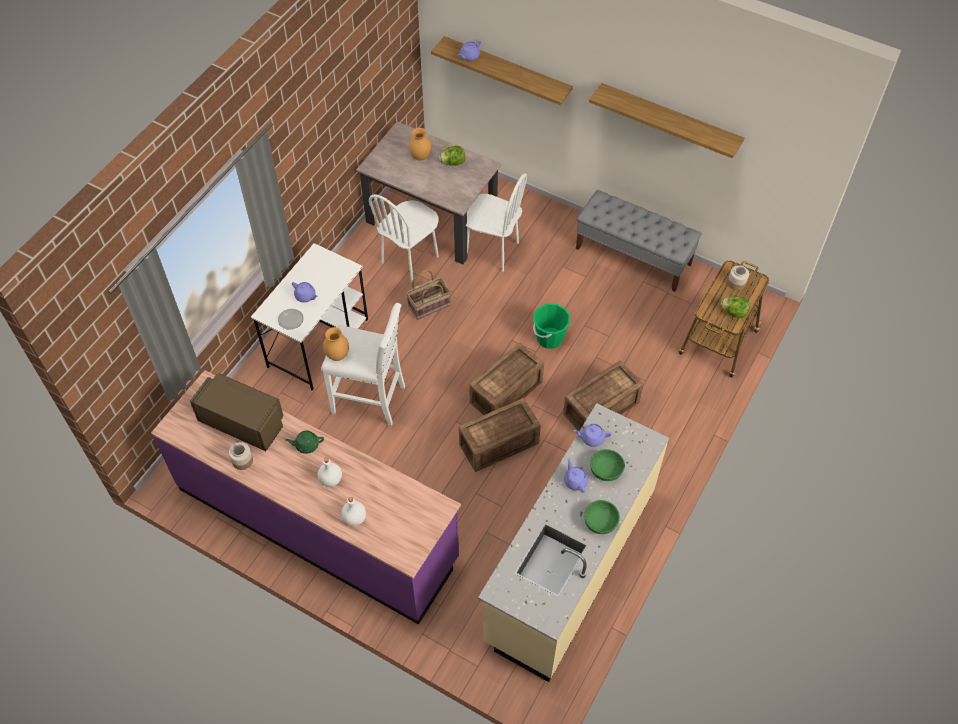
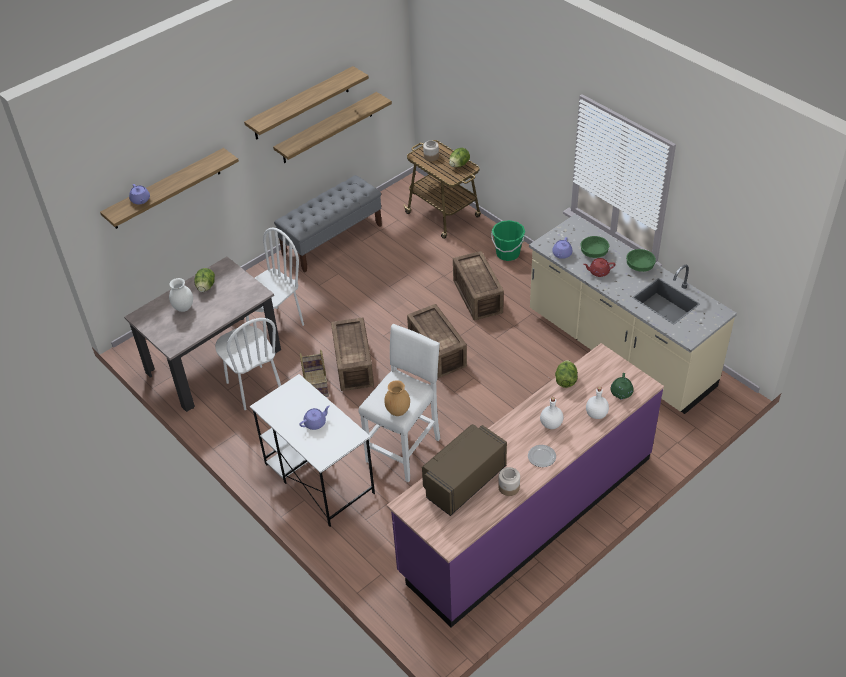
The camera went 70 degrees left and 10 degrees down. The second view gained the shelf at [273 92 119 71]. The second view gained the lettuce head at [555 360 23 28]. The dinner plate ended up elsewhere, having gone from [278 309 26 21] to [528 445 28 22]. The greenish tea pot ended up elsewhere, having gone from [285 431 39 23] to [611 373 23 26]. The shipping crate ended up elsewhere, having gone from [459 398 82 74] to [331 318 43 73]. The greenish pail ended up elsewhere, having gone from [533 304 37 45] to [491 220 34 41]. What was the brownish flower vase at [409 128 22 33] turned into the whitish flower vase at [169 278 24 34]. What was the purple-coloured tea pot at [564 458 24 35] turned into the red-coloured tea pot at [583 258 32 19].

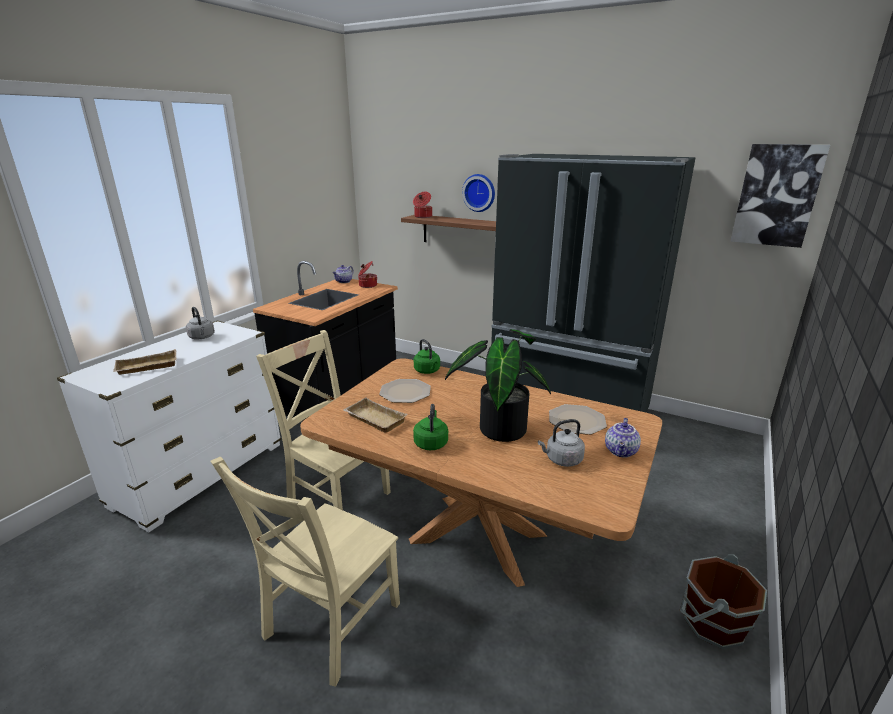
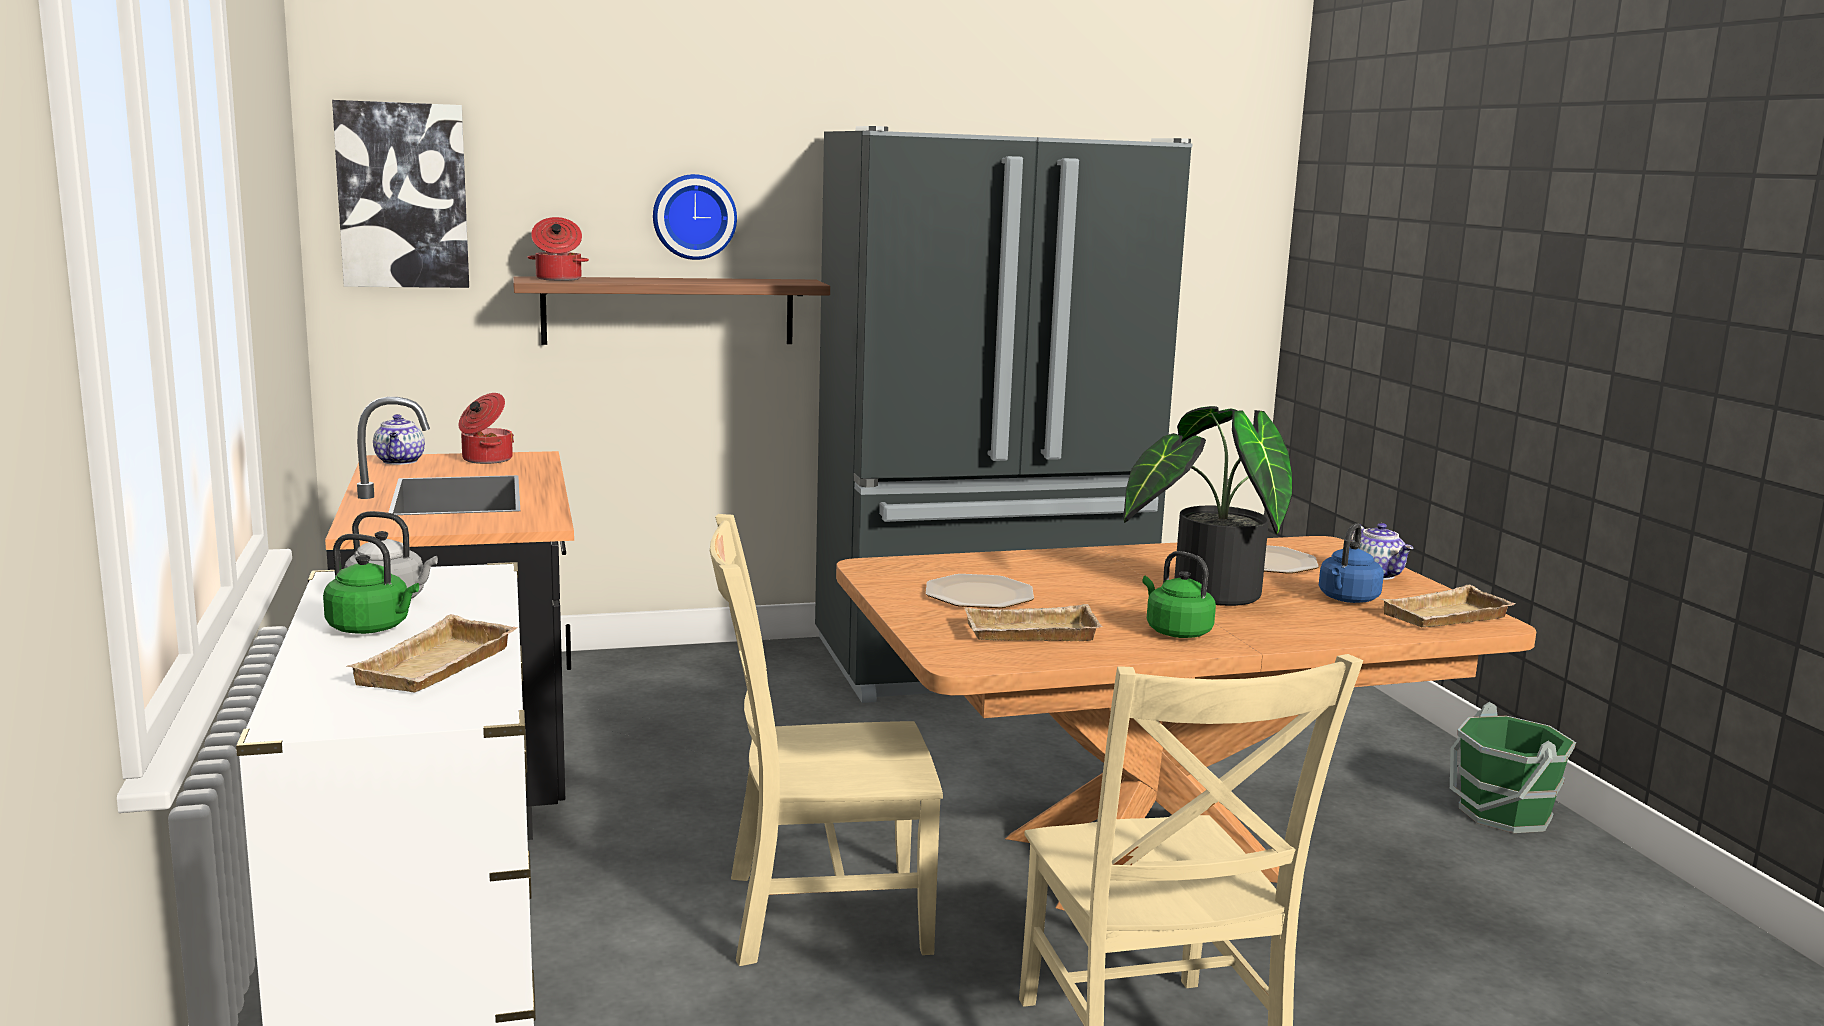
The camera went 45 degrees left and 10 degrees down. The second view gained the beige serving tray at [1381 585 135 42]. The greenish tea kettle ended up elsewhere, having gone from [414 339 26 35] to [323 534 96 100]. The picture ended up elsewhere, having gone from [730 144 100 104] to [332 100 137 188]. What was the grey tea kettle at [538 419 47 48] turned into the blue-coloured tea kettle at [1319 523 65 80]. What was the brownish pail at [679 554 88 95] turned into the greenish pail at [1450 702 126 131].

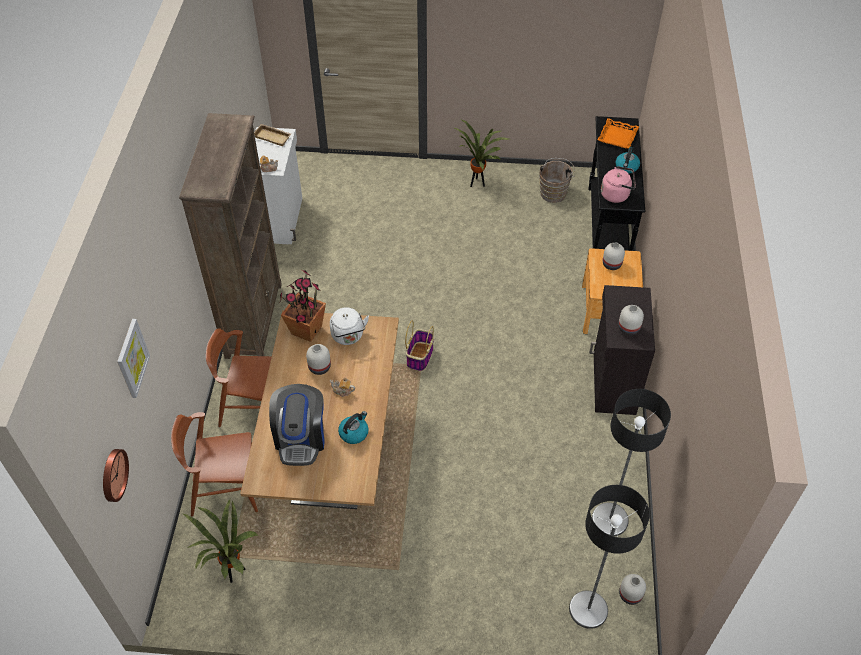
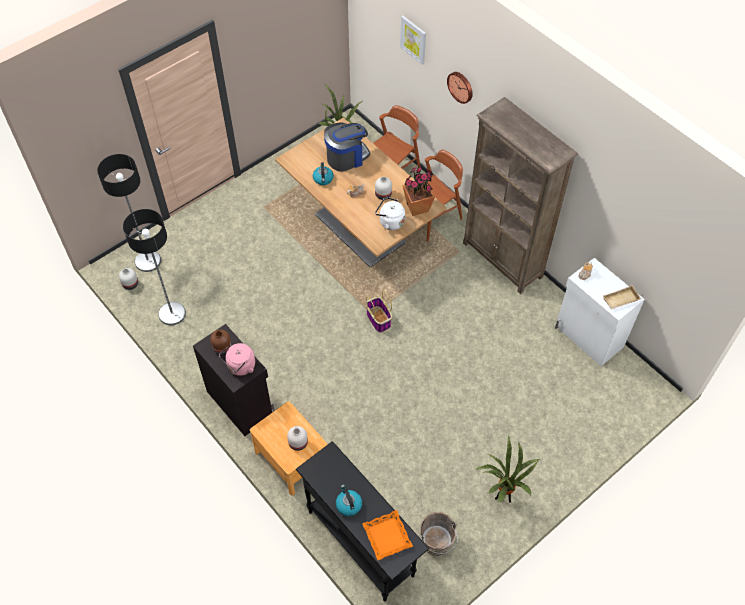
The camera went 135 degrees right and 5 degrees up. The clock on the wall ended up elsewhere, having gone from [103 449 26 53] to [447 72 26 32]. The pinkish tea kettle ended up elsewhere, having gone from [601 166 35 37] to [219 343 36 33]. What was the whitish flower vase at [618 305 26 30] turned into the brownish flower vase at [210 330 21 25]. The coffee machine at [269 384 56 82] ended up facing another way, 105 degrees clockwise from before.

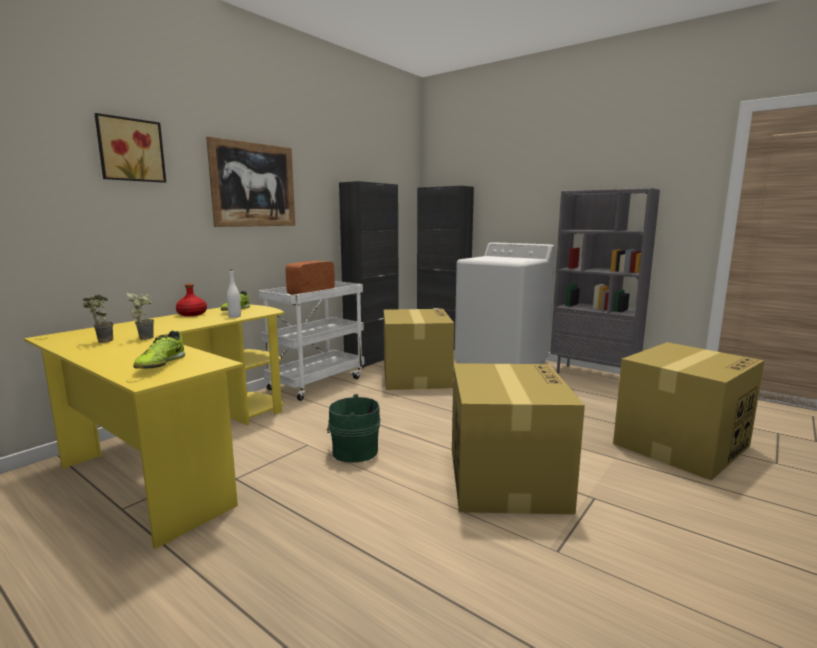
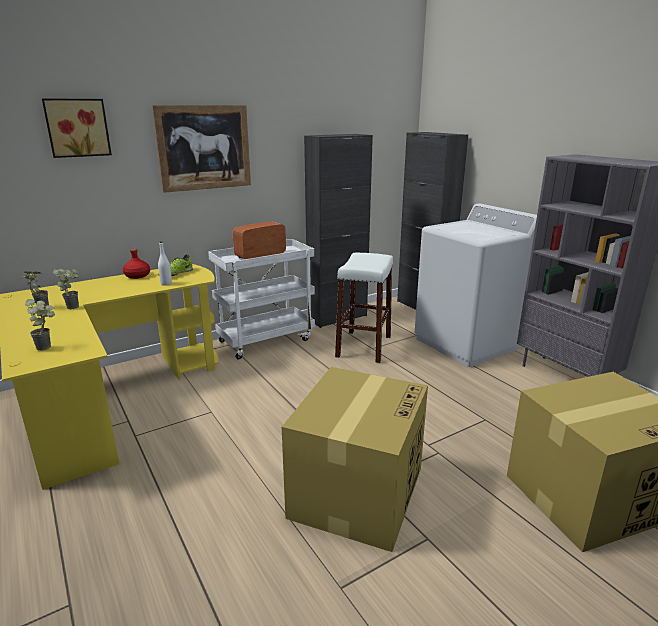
The camera went 20 degrees right and 10 degrees up. The second view lost the greenish pail at [327 394 54 69]. Where the item of footwear stood at [133 331 52 38], the plant in a pot came to stand at [25 299 30 52]. Where the cardboard box stood at [384 309 70 81], the whitish stool seat came to stand at [335 253 58 110].

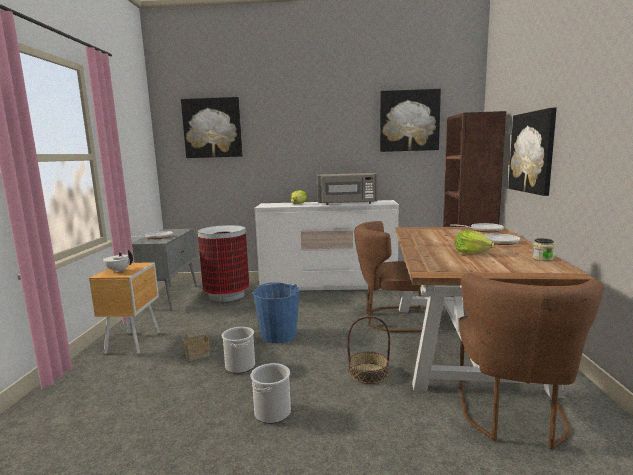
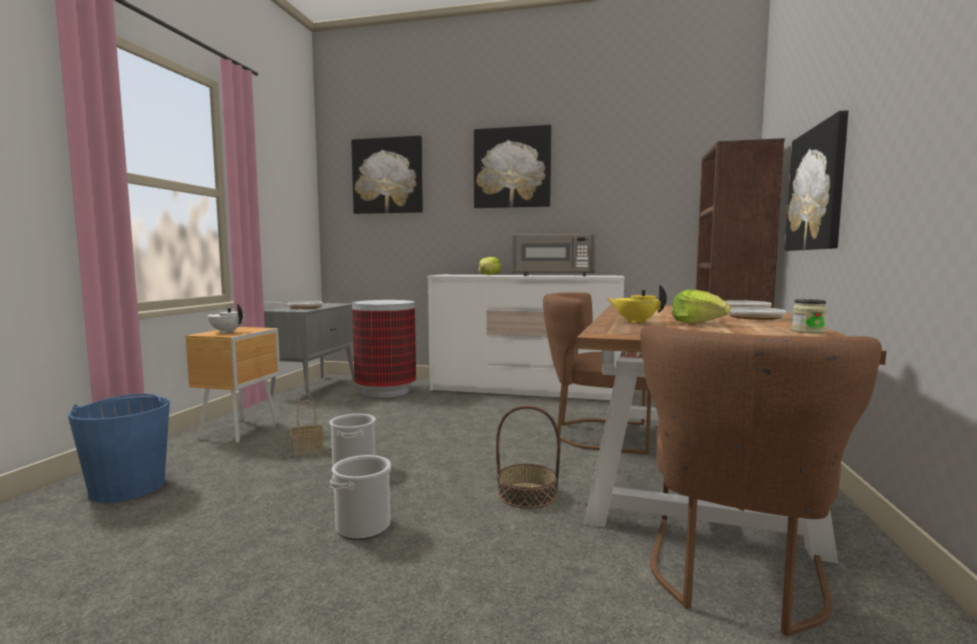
The camera went 10 degrees right and 5 degrees down. The second view gained the yellow tea pot at [607 285 60 38]. The blue-coloured pail ended up elsewhere, having gone from [253 282 47 61] to [68 394 102 109]. The picture ended up elsewhere, having gone from [380 89 61 63] to [474 125 78 83].

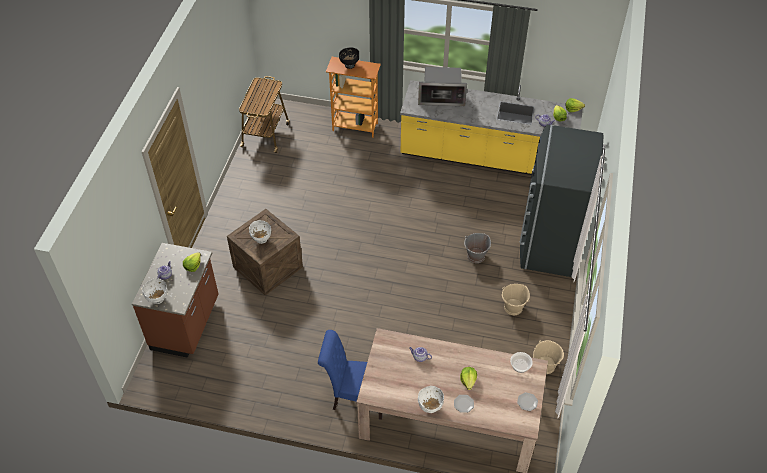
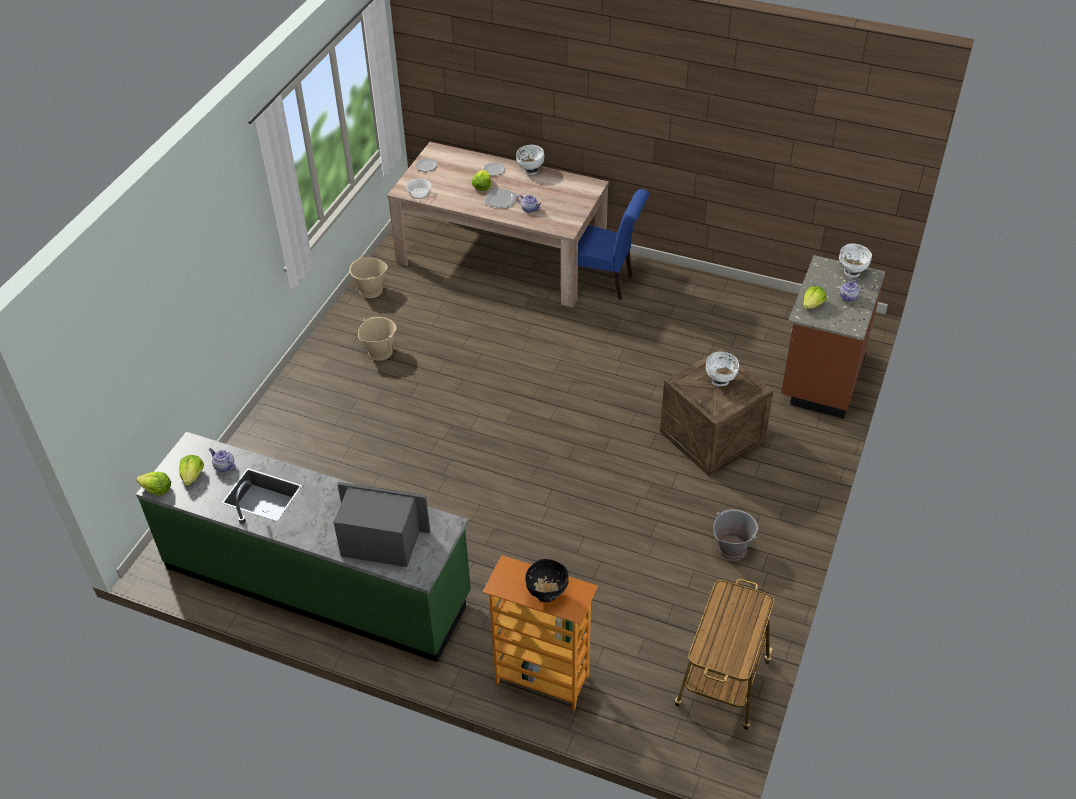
The camera went 170 degrees left and 5 degrees down. The second view lost the grey fridge at [520 124 83 153]. The second view gained the dinner plate at [485 189 32 19]. The grey pail ended up elsewhere, having gone from [464 233 27 30] to [713 509 45 52]. What was the yellow kitchen counter at [400 80 183 95] turned into the greenish kitchen counter at [136 432 335 230].

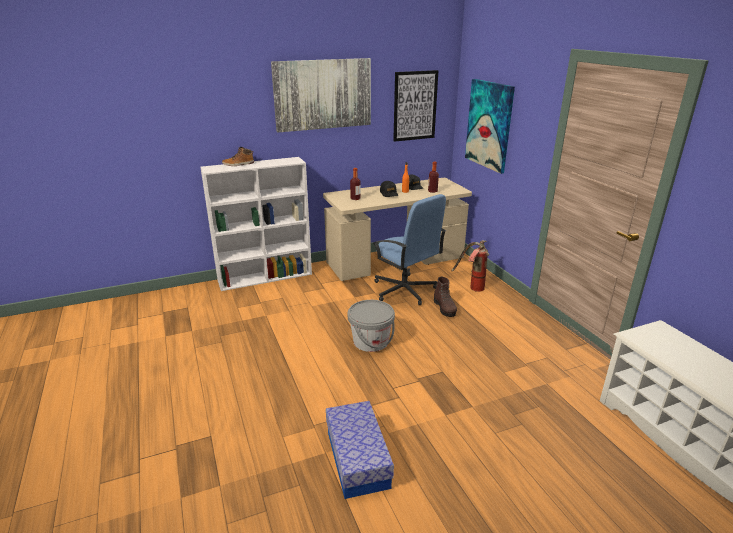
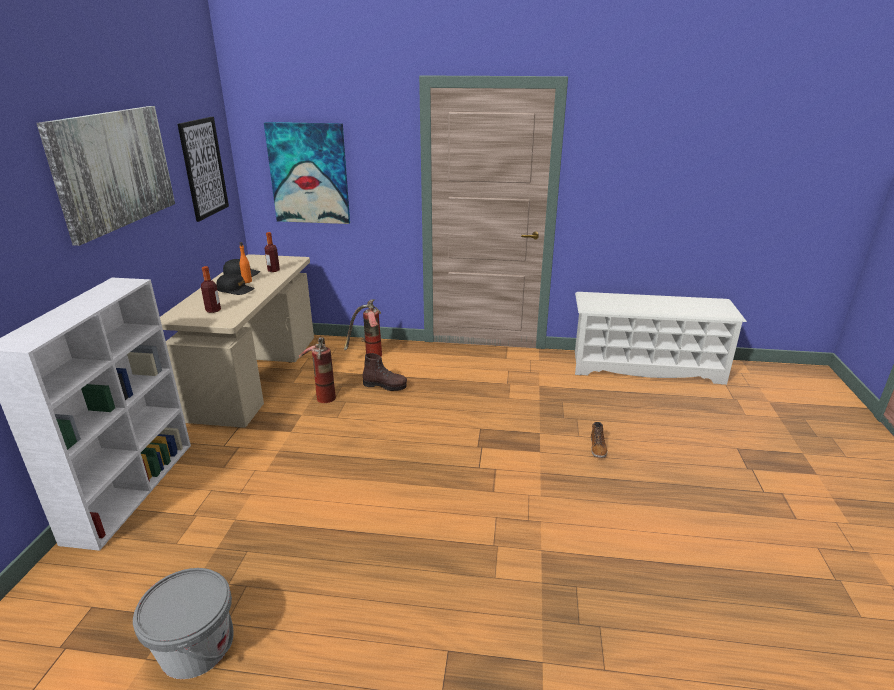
The camera went 60 degrees left and 0 degrees up. The second view lost the storage bin at [326 401 68 98]. The boot ended up elsewhere, having gone from [222 147 32 19] to [591 422 17 36]. The grey pail ended up elsewhere, having gone from [347 300 48 52] to [133 568 100 111]. Where the blue-coloured desk chair stood at [373 194 73 111], the fire-fighting cylinder came to stand at [298 337 38 66].

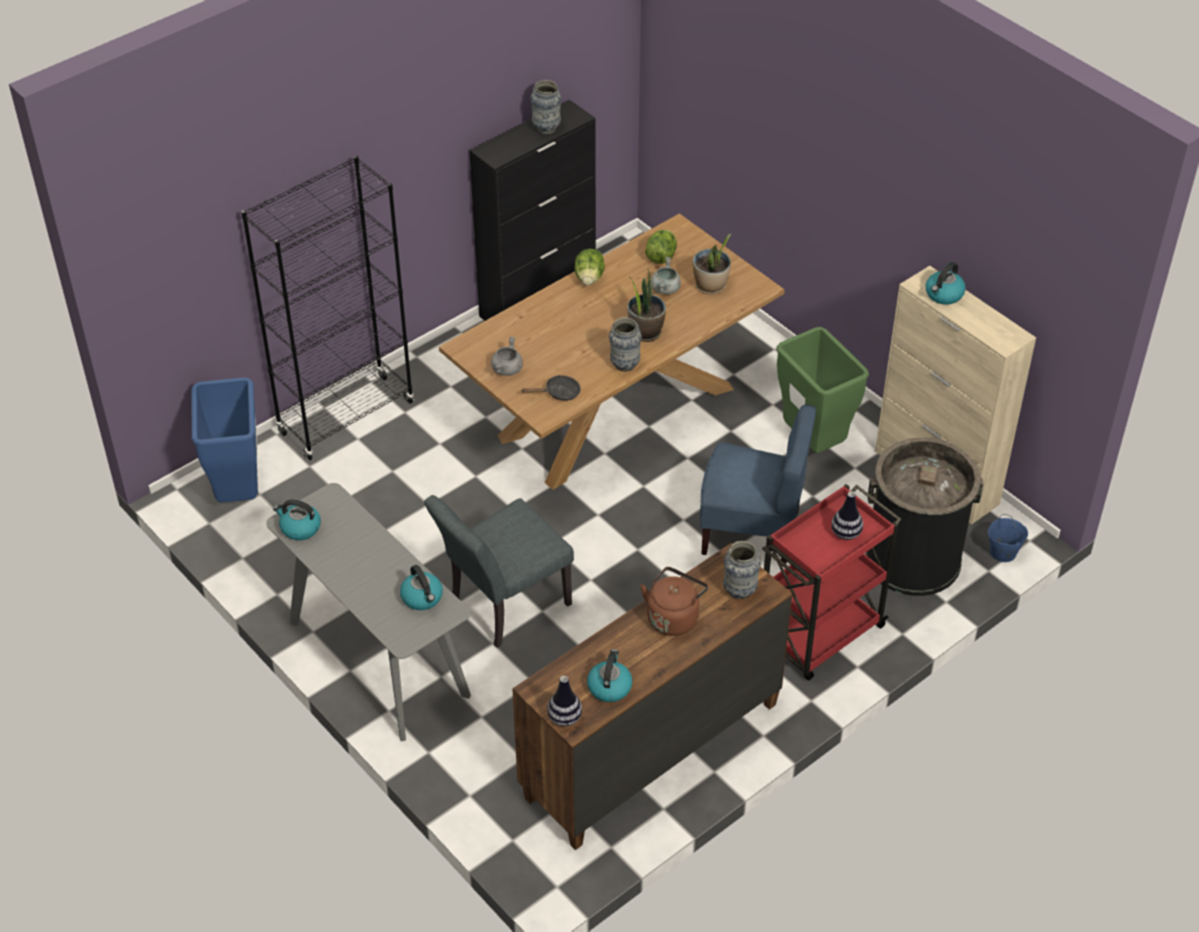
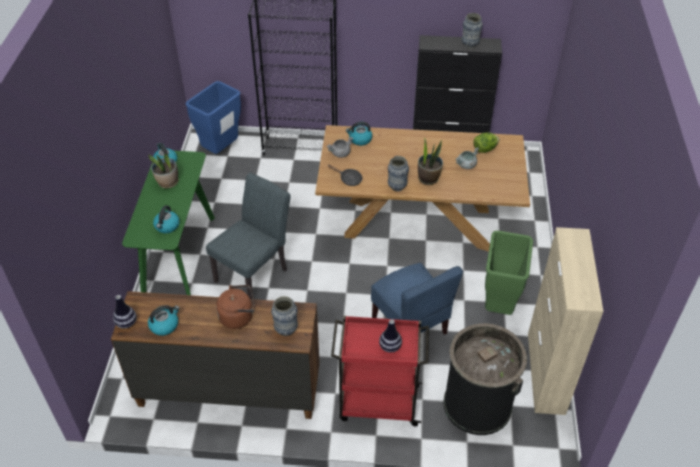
The camera went 45 degrees right and 0 degrees up. The second view lost the lettuce head at [574 249 31 36]. The second view lost the blue-coloured pail at [988 514 40 48]. The plant in a pot ended up elsewhere, having gone from [693 234 38 60] to [148 153 31 35]. The tea kettle ended up elsewhere, having gone from [925 262 41 43] to [346 122 26 24]. What was the grey console table at [266 483 205 258] turned into the greenish console table at [122 151 93 144]. The grey plain chair at [424 495 150 153] ended up facing another way, 120 degrees clockwise from before.

